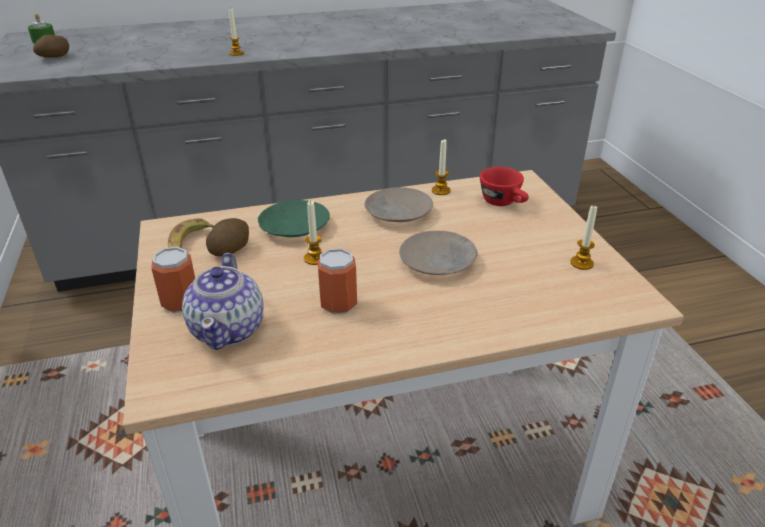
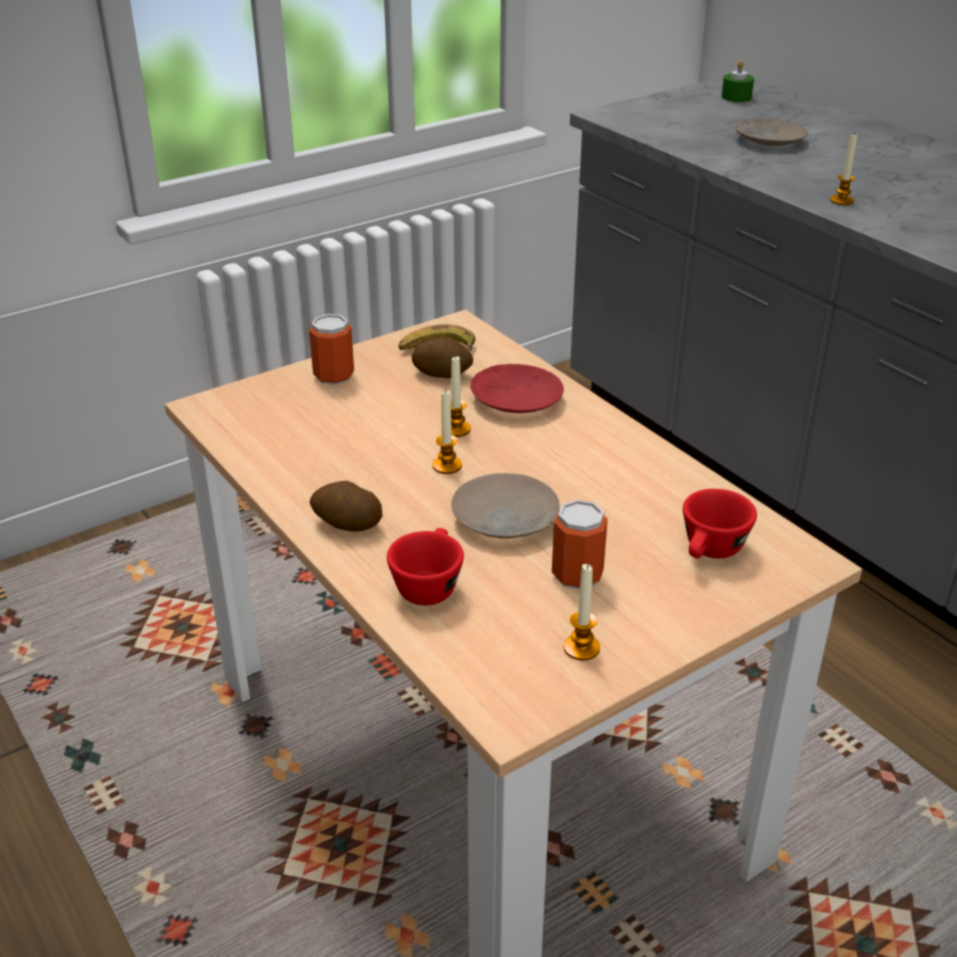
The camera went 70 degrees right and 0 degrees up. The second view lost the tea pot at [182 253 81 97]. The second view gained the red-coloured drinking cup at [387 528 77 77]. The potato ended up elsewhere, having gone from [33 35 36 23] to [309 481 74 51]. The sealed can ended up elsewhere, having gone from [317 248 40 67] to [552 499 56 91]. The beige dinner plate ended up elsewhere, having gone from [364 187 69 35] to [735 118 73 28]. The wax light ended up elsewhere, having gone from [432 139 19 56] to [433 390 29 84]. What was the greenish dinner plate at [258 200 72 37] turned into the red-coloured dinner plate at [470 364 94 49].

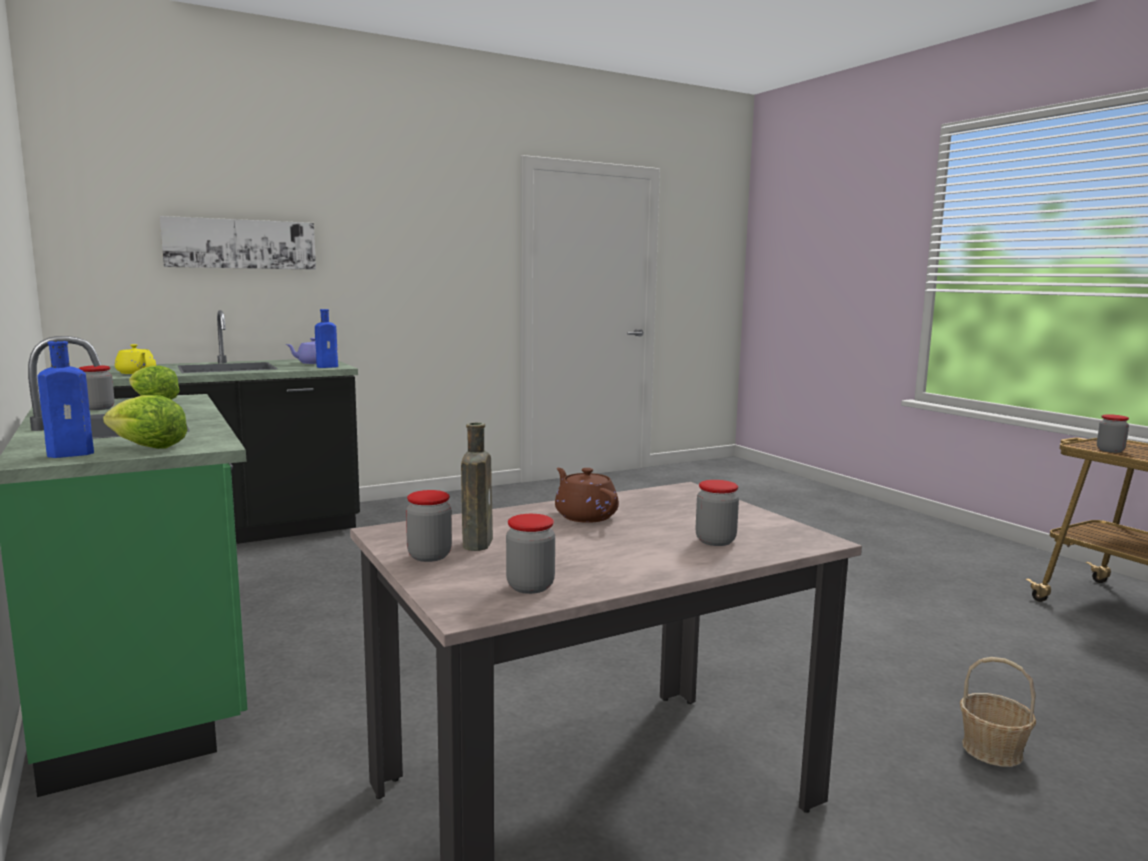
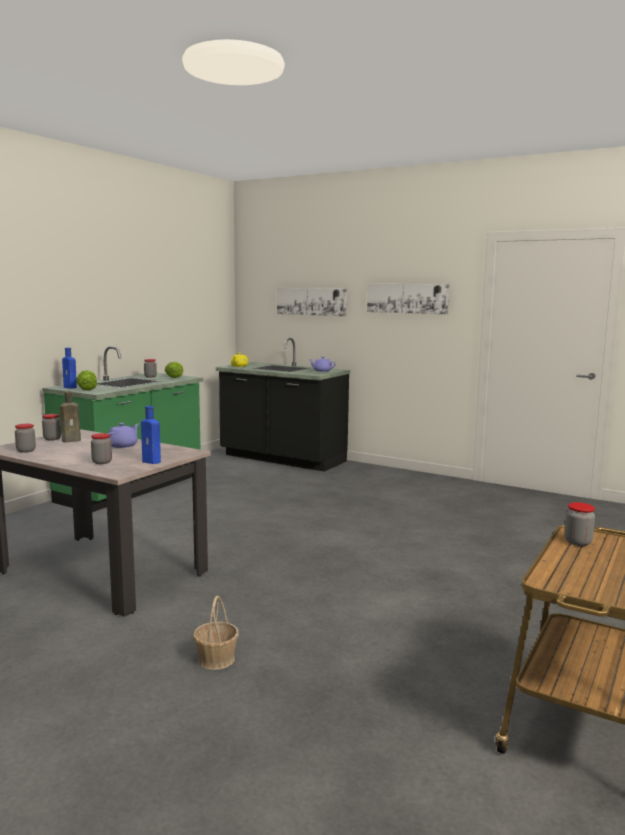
The camera went 60 degrees right and 0 degrees up. The second view gained the picture at [367 284 83 30]. The blue-coloured beverage bottle ended up elsewhere, having gone from [315 309 23 59] to [141 406 20 58]. What was the brownish tea pot at [555 468 64 55] turned into the purple-coloured tea pot at [108 423 31 25].

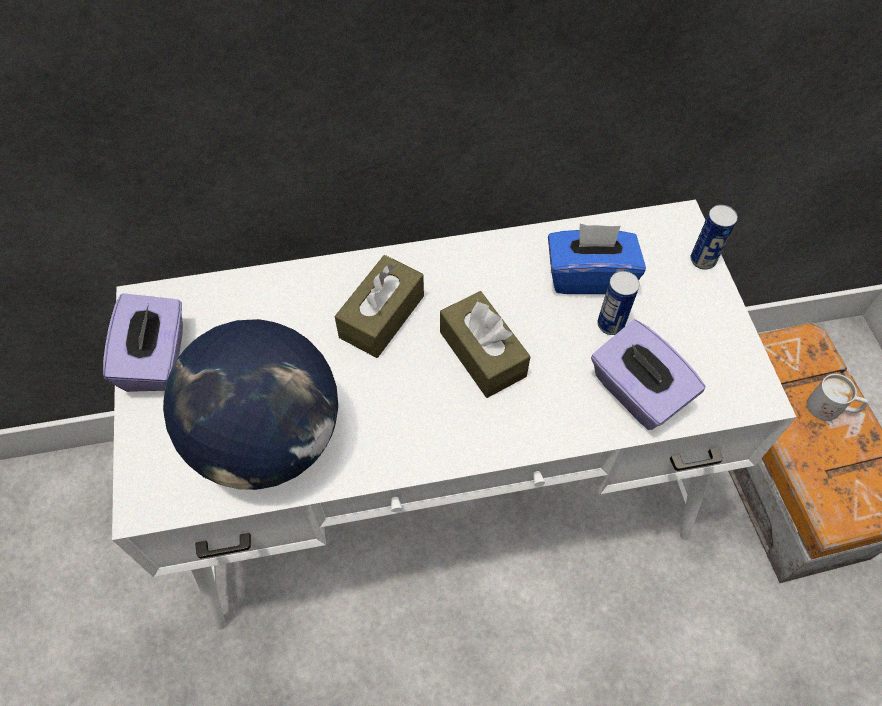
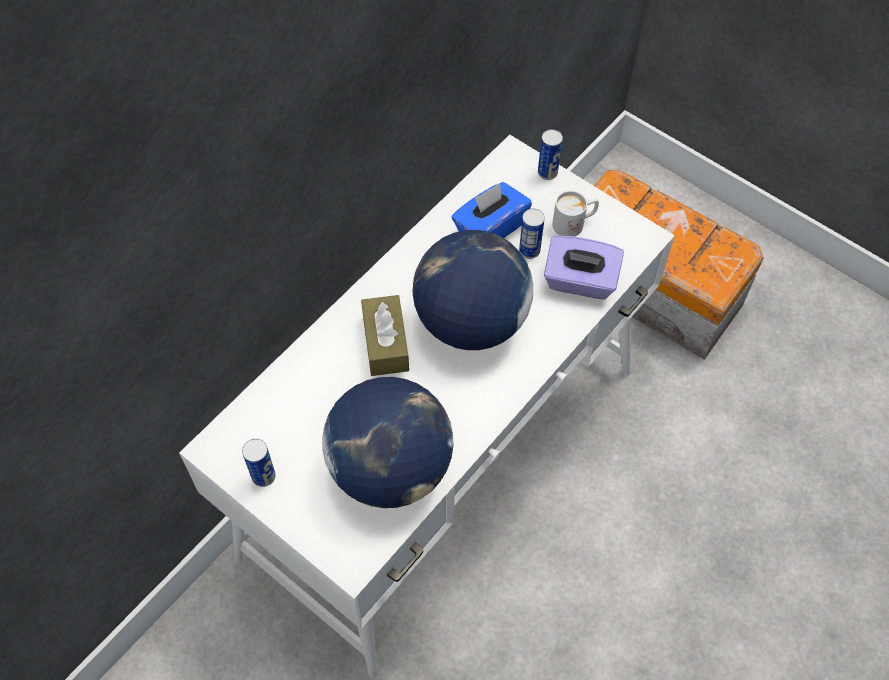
The camera went 40 degrees left and 0 degrees up. The whitish tea mug ended up elsewhere, having gone from [807 374 62 47] to [552 191 47 46]. Where the purple-coloured tissue holder stood at [103 293 80 99], the sealed can came to stand at [242 439 34 48]. Where the brownish tissue holder stood at [440 291 91 107], the desk globe came to stand at [413 230 120 120].

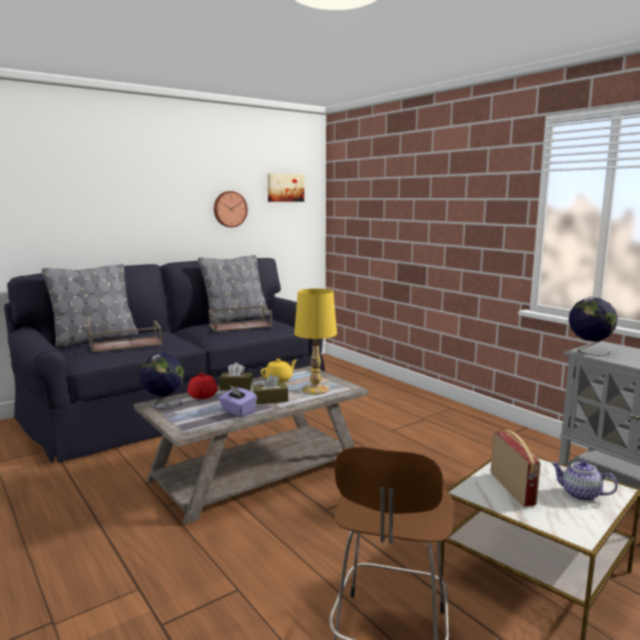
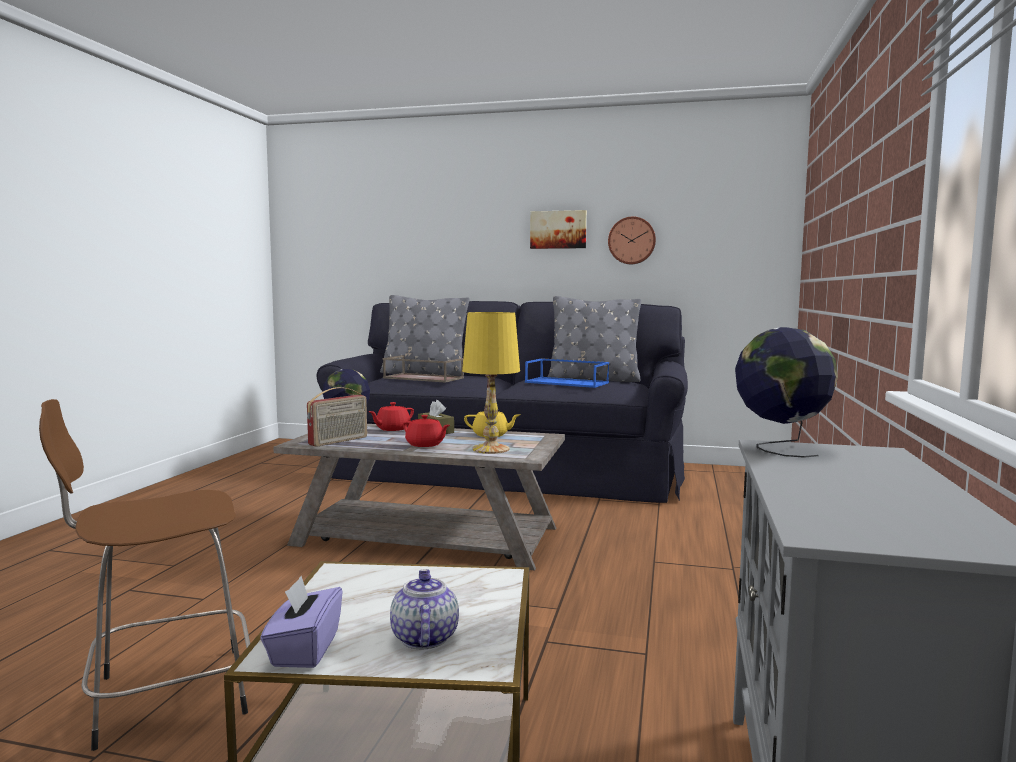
The camera went 50 degrees right and 5 degrees down. The purple-coloured tissue holder ended up elsewhere, having gone from [218 385 39 32] to [260 576 83 92]. The picture ended up elsewhere, having gone from [268 174 36 28] to [530 210 57 39]. The radio ended up elsewhere, having gone from [491 430 50 77] to [307 387 60 60]. Where the brownish tissue holder stood at [253 374 35 31], the red-coloured tea pot came to stand at [403 415 47 32]. What was the brownish serving tray at [208 306 64 26] turned into the blue-coloured serving tray at [525 358 84 30].

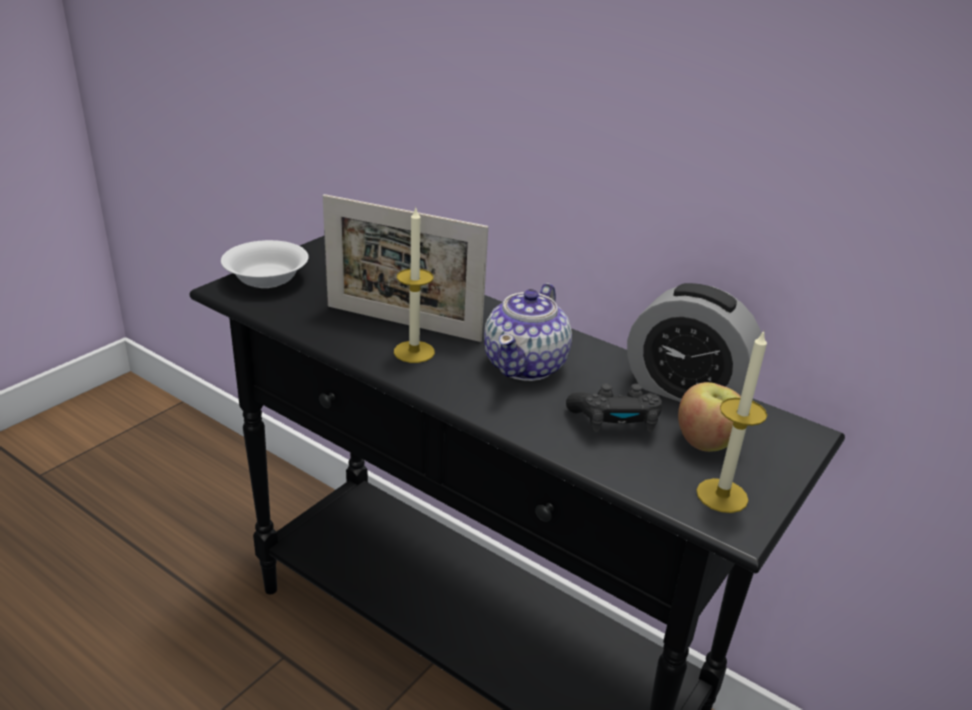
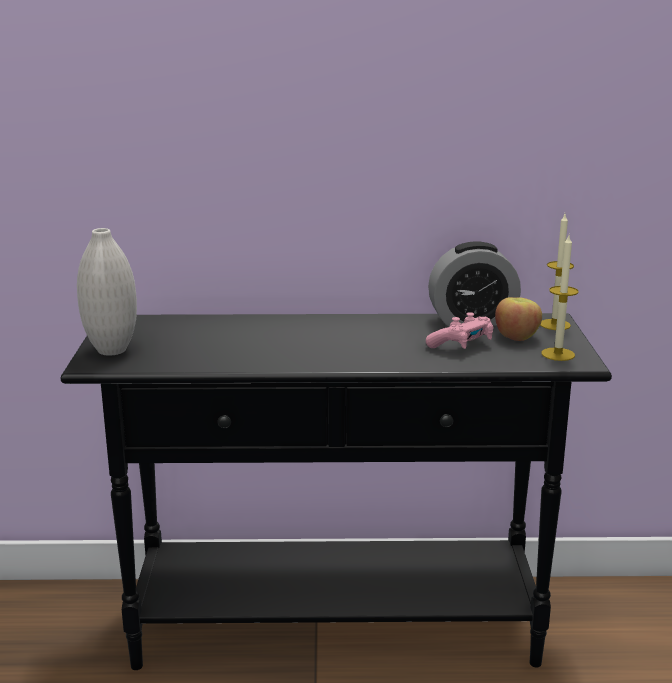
The camera went 35 degrees left and 10 degrees down. The second view lost the picture frame at [323 194 165 148]. The second view lost the tea pot at [484 283 88 98]. The wax light ended up elsewhere, having gone from [394 206 41 157] to [540 214 34 116]. Where the whitish serving bowl stood at [221 240 88 48], the whitish flower vase came to stand at [77 228 60 128]. What was the blackish game controller at [566 383 96 50] turned into the pinkish game controller at [426 312 67 37].

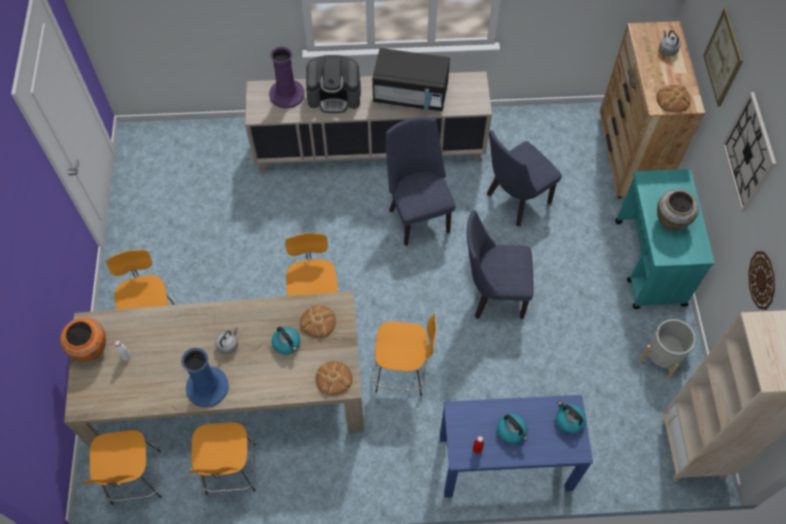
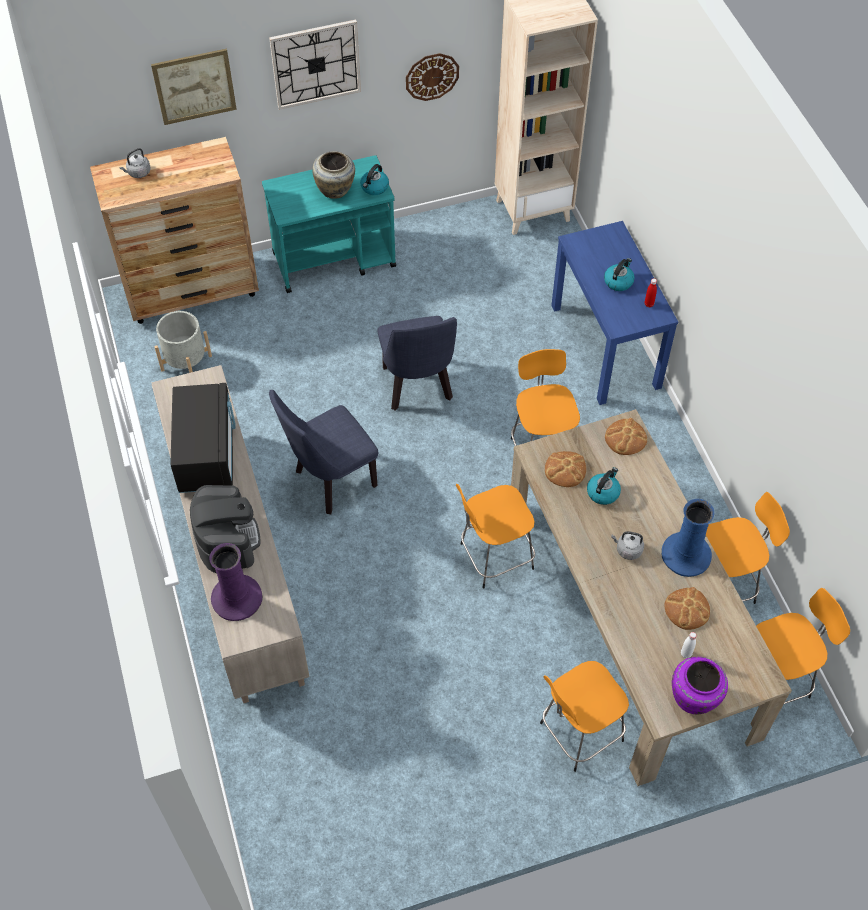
The camera went 105 degrees left and 5 degrees down. The second view lost the blue-coloured plain chair at [487 130 75 96]. The tea kettle ended up elsewhere, having gone from [556 401 30 33] to [360 164 29 31]. The grey plant pot ended up elsewhere, having gone from [639 319 57 60] to [155 311 57 62]. The bread ended up elsewhere, having gone from [656 85 35 28] to [664 587 46 43]. What was the orange flower vase at [60 317 46 44] turned into the purple-coloured flower vase at [672 657 56 57].

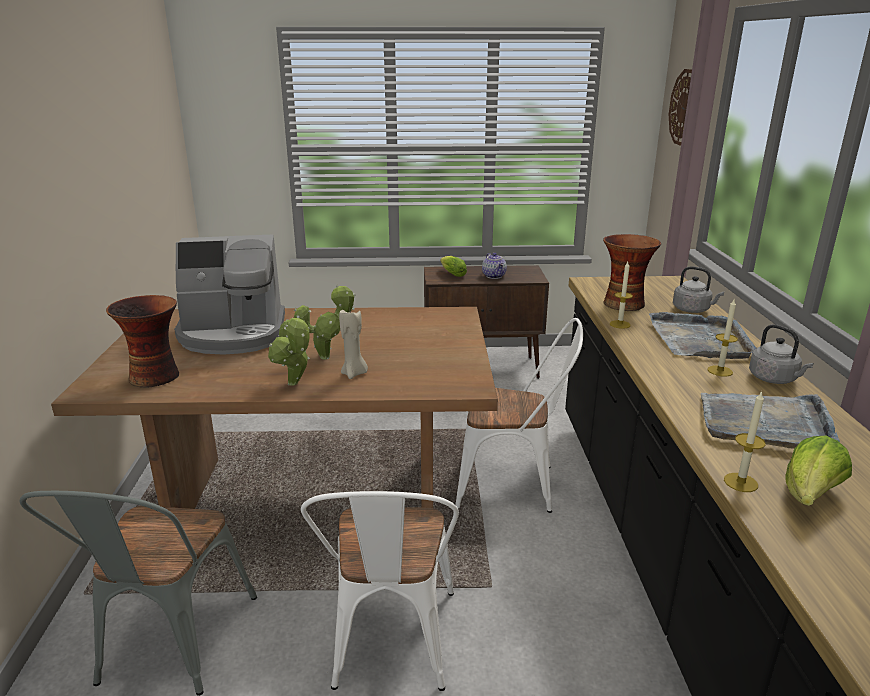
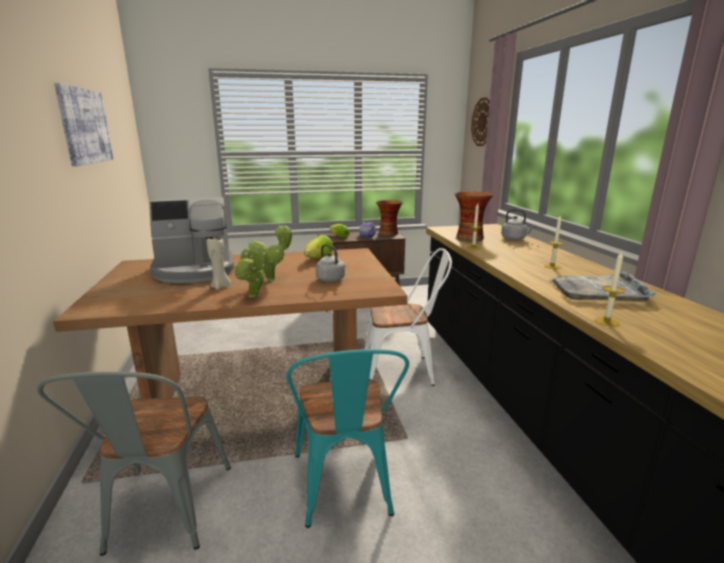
The camera went 10 degrees left and 5 degrees down. The second view lost the grey serving tray at [649 312 108 47]. The second view gained the picture at [54 83 59 83]. The flower vase ended up elsewhere, having gone from [106 295 73 93] to [376 200 27 36]. The beige wax light ended up elsewhere, having gone from [339 310 29 69] to [207 236 24 54]. The grey tea kettle ended up elsewhere, having gone from [749 324 65 60] to [316 244 30 38]. The lettuce head ended up elsewhere, having gone from [786 435 66 71] to [304 235 29 23]. What was the whitish plain chair at [301 491 158 200] turned into the turquoise plain chair at [286 349 123 179].

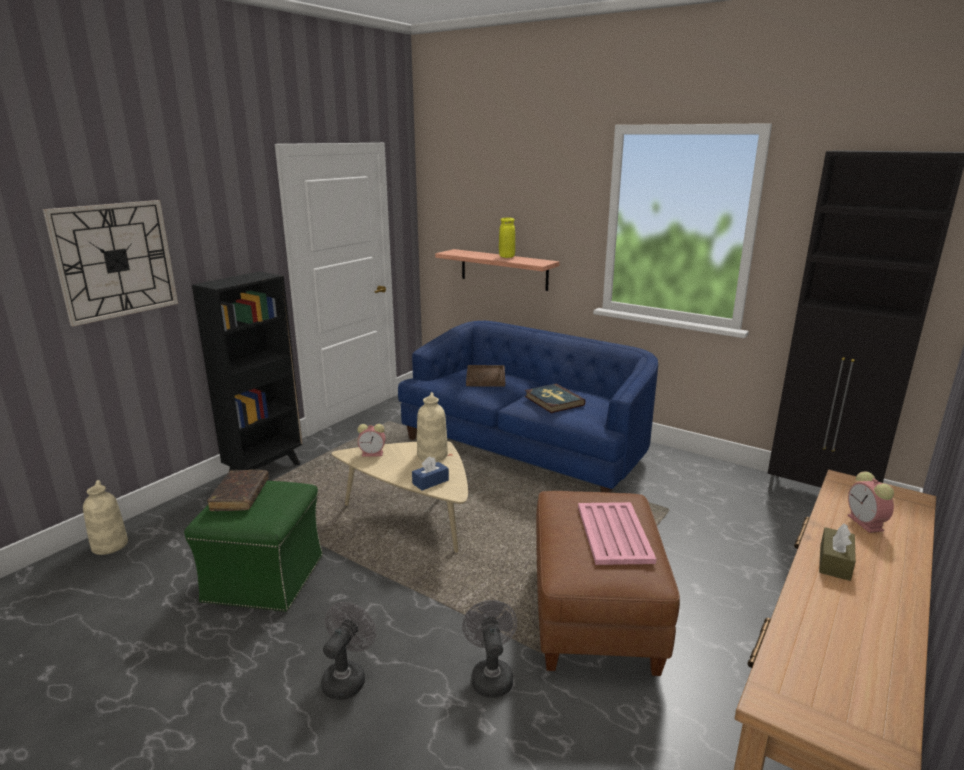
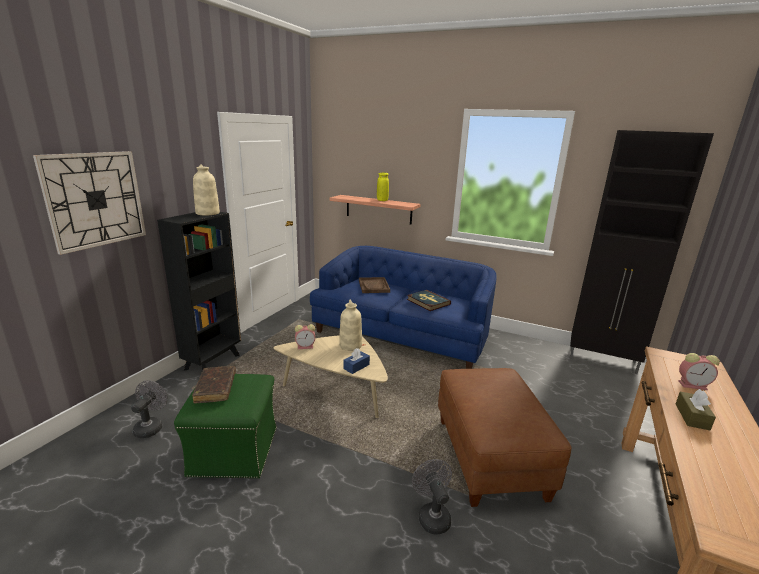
The camera went 10 degrees left and 0 degrees up. The second view lost the pinkish serving tray at [578 502 78 63]. The beige flower vase ended up elsewhere, having gone from [83 480 45 75] to [193 164 27 51]. The grey cooling fan ended up elsewhere, having gone from [321 602 55 98] to [131 380 37 58]. The table clock at [847 471 47 62] ended up facing another way, 60 degrees counterclockwise from before.

